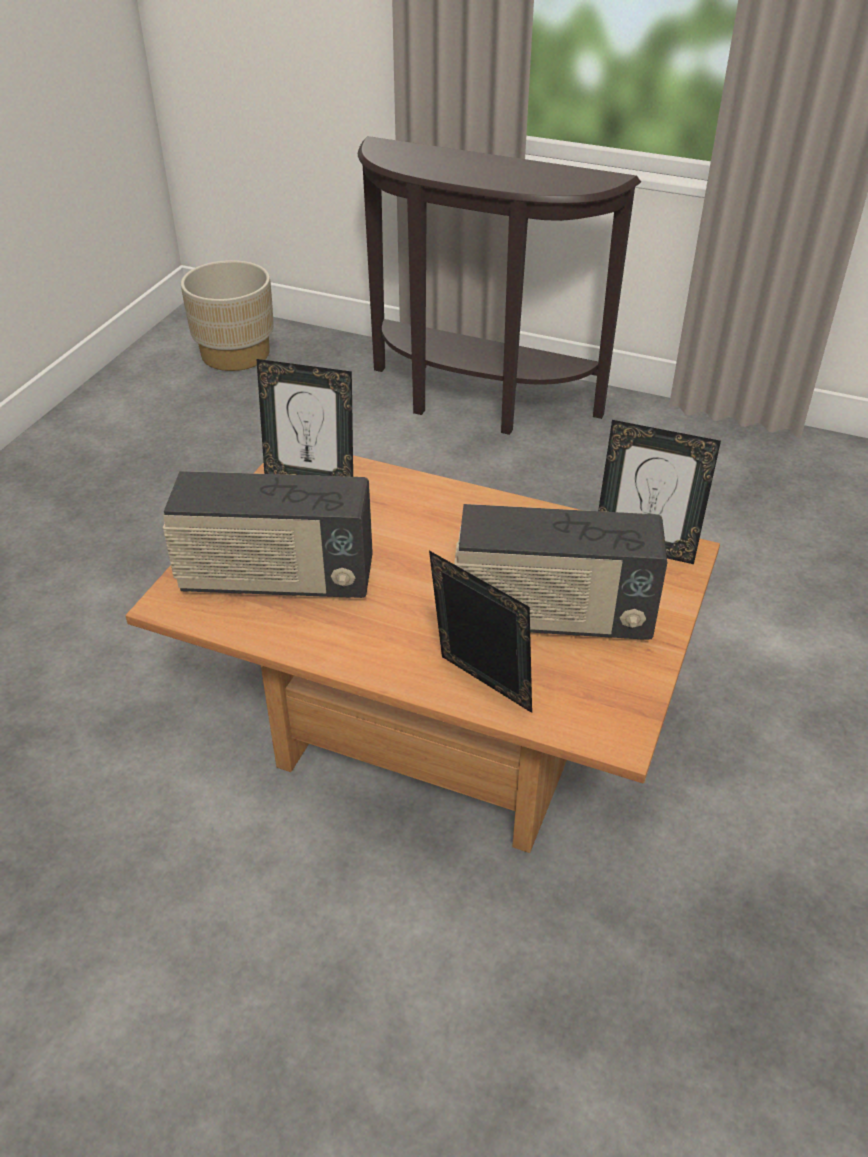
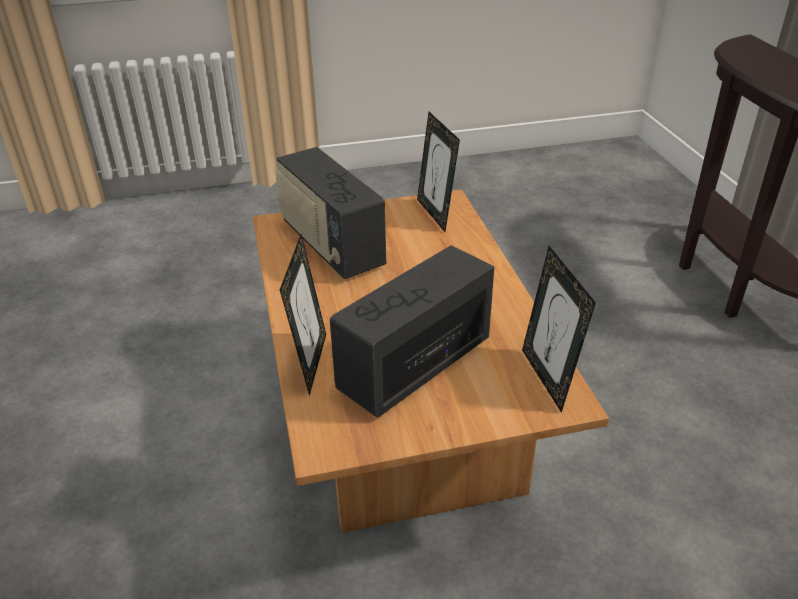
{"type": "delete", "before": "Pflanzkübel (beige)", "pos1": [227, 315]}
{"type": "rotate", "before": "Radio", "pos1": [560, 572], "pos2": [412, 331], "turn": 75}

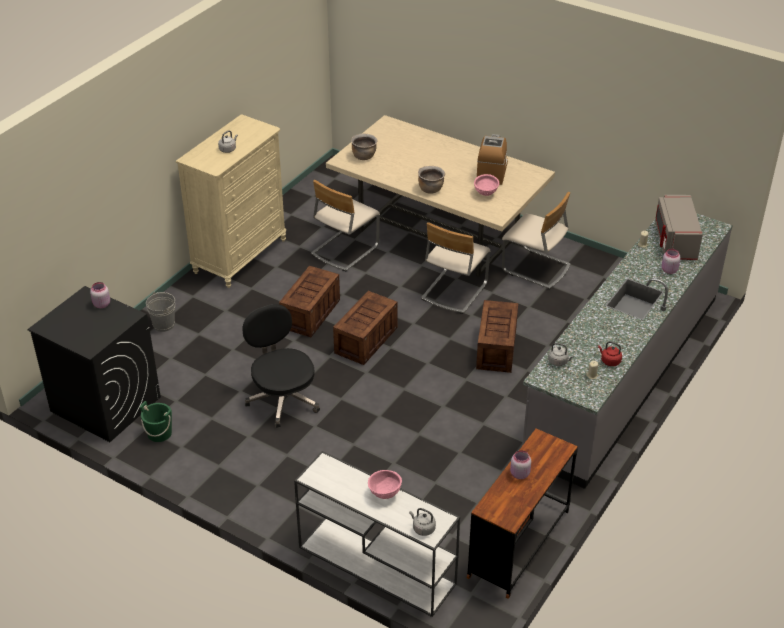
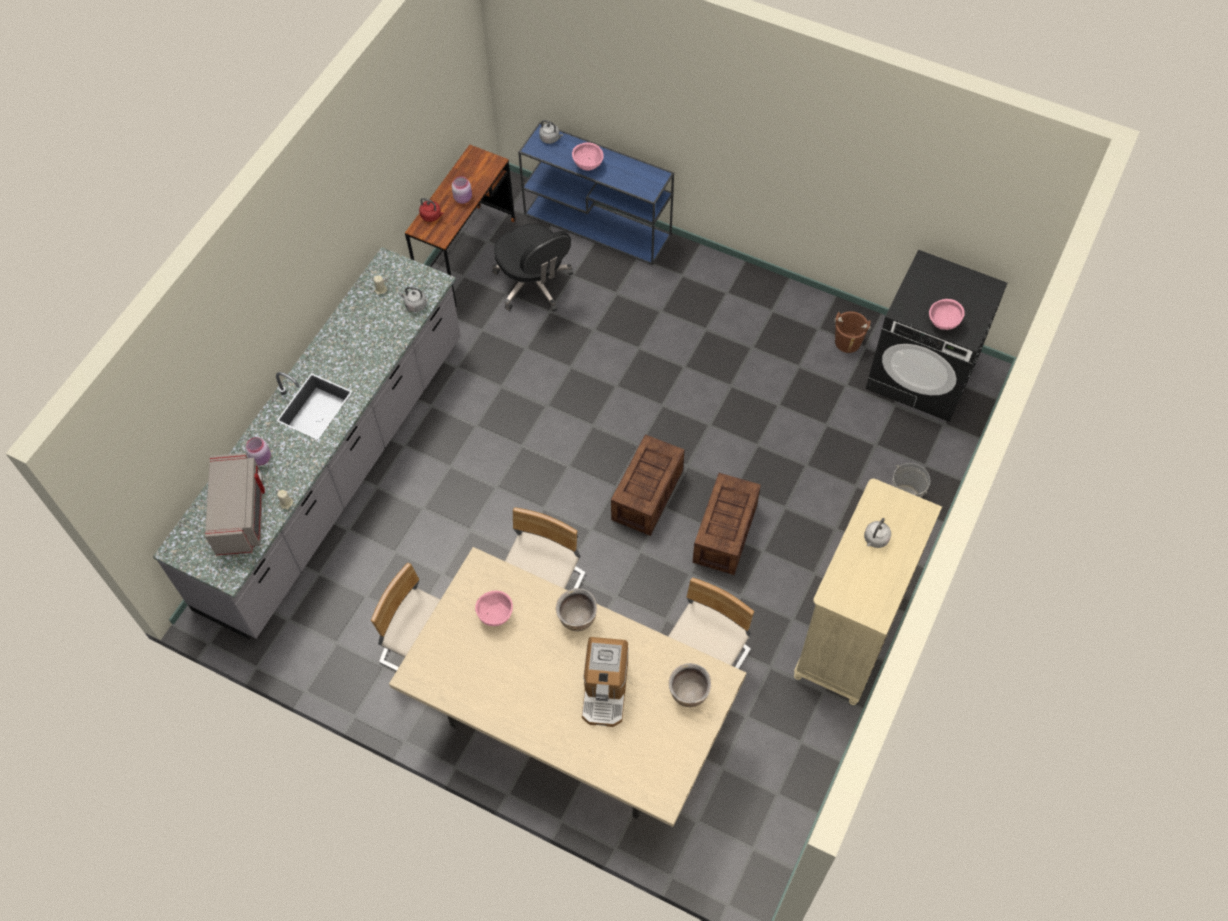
{"type": "replace", "before": "Vorratsglas (rosa)", "after": "Schüssel (rosa)", "pos1": [100, 295], "pos2": [947, 314]}
{"type": "recolor", "before": "Eimer (grün)", "after": "Eimer (braun)", "pos1": [156, 421], "pos2": [852, 332]}
{"type": "move", "before": "Bürostuhl (schwarz)", "pos1": [281, 366], "pos2": [532, 268]}
{"type": "recolor", "before": "Konsolentisch (weiß)", "after": "Konsolentisch (blau)", "pos1": [377, 534], "pos2": [596, 194]}
{"type": "delete", "before": "Kiste", "pos1": [497, 336]}
{"type": "move", "before": "Kaffeemaschine", "pos1": [492, 159], "pos2": [605, 682]}
{"type": "move", "before": "Wasserkessel (rot)", "pos1": [610, 353], "pos2": [431, 210]}

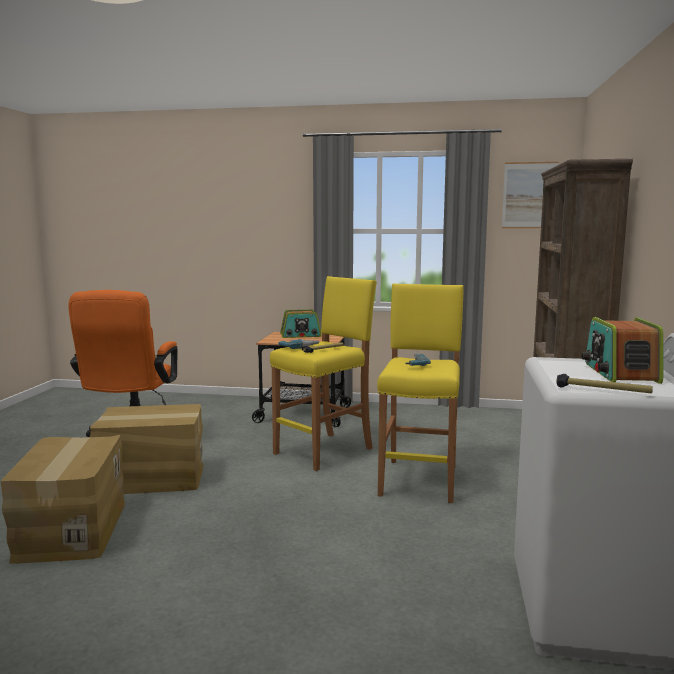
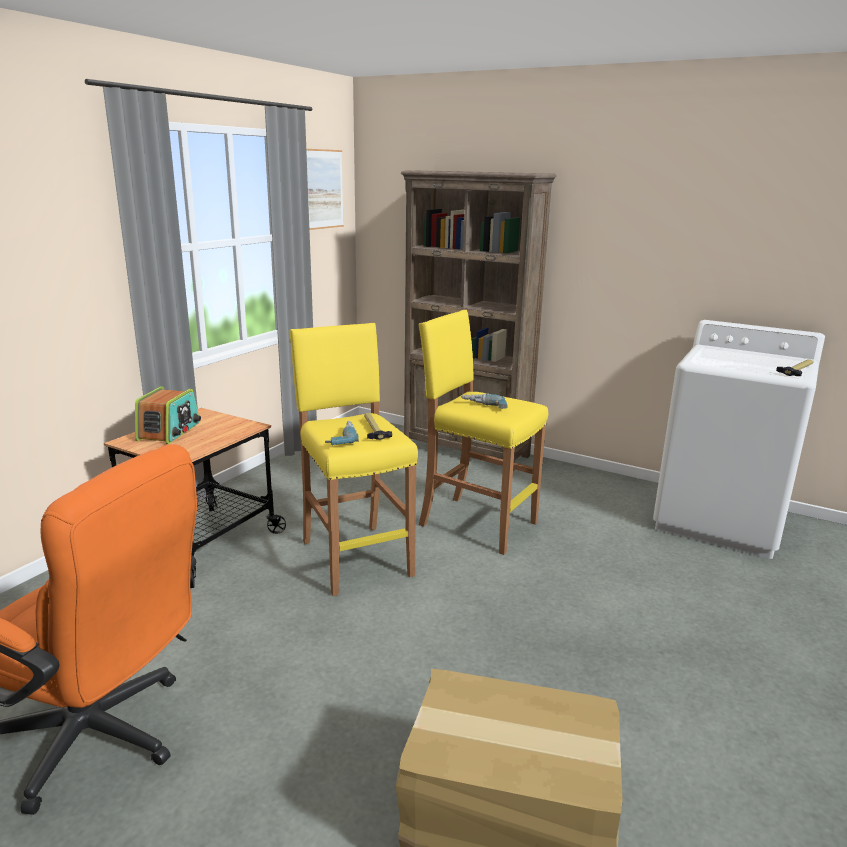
{"type": "delete", "before": "Karton", "pos1": [147, 449]}
{"type": "delete", "before": "Radio", "pos1": [622, 350]}

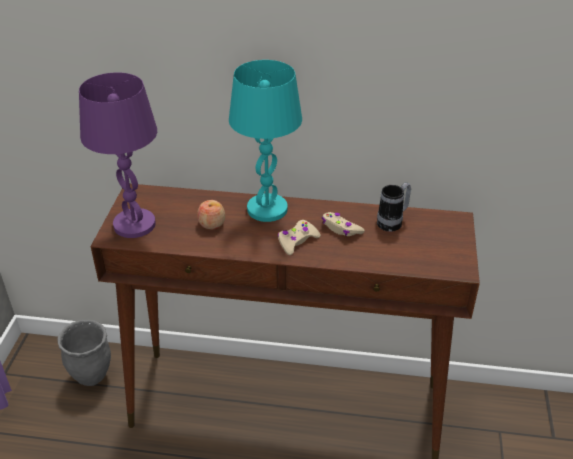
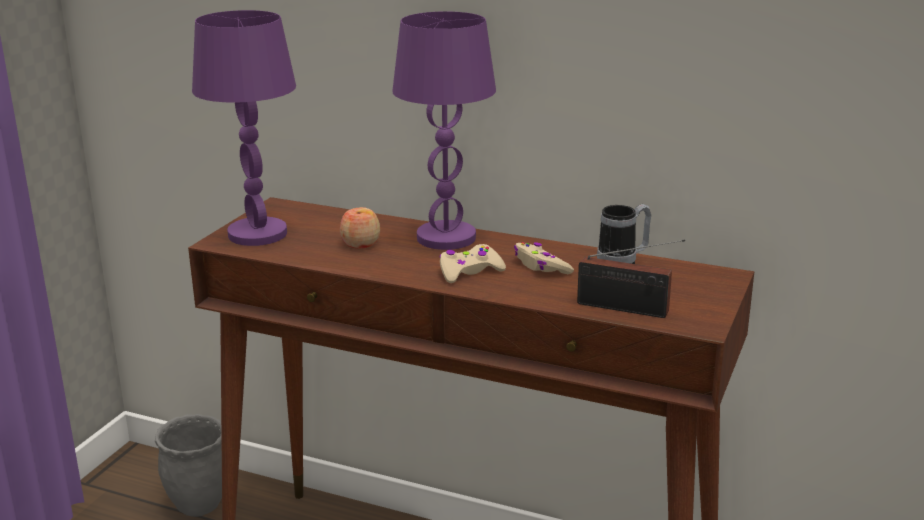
{"type": "recolor", "before": "Tischlampe (türkis)", "after": "Tischlampe (lila)", "pos1": [265, 141], "pos2": [444, 130]}
{"type": "insert", "after": "Radio", "pos2": [631, 279]}

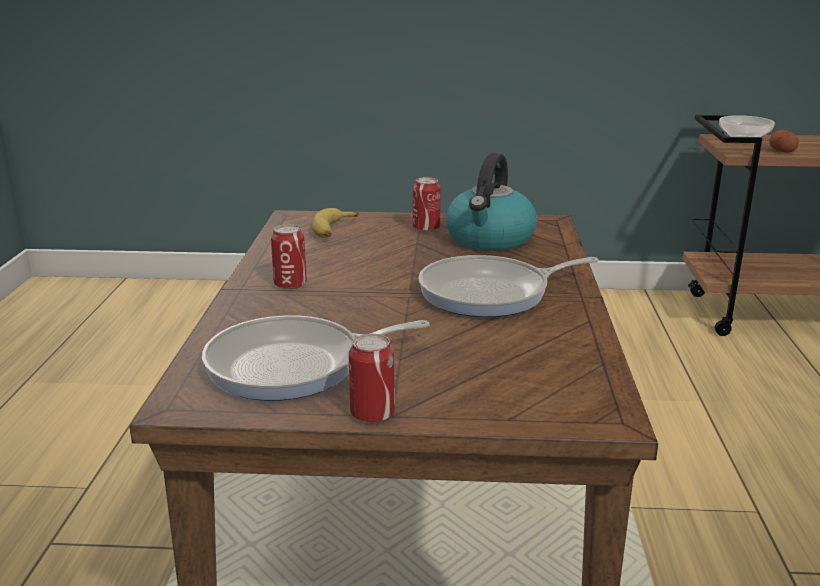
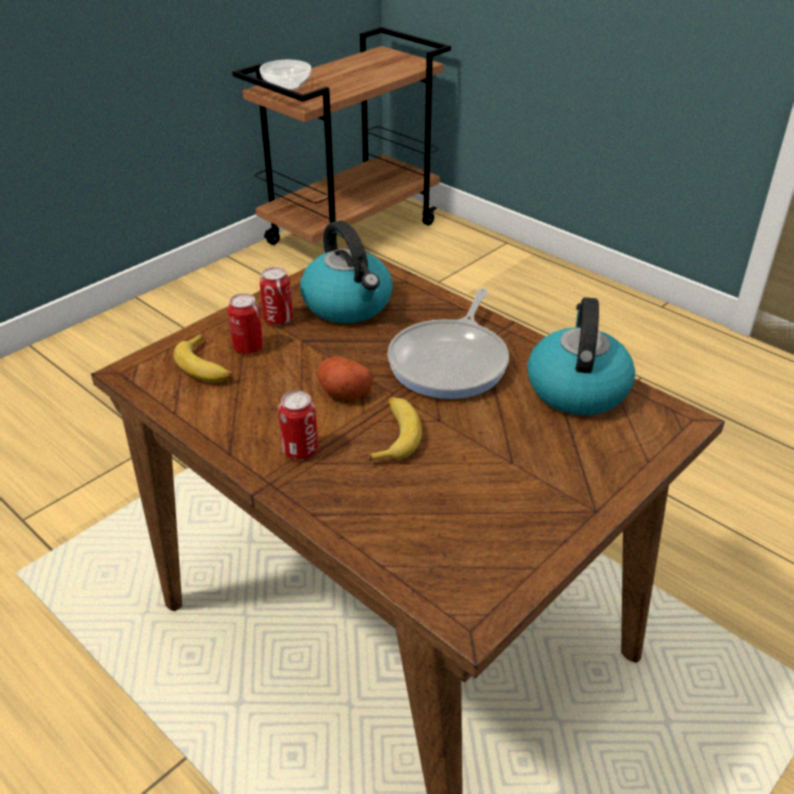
{"type": "delete", "before": "Pfanne", "pos1": [315, 358]}
{"type": "move", "before": "Dose", "pos1": [372, 378], "pos2": [246, 323]}
{"type": "move", "before": "Kartoffel", "pos1": [784, 141], "pos2": [345, 378]}
{"type": "insert", "after": "Banane", "pos2": [395, 429]}
{"type": "insert", "after": "Wasserkessel", "pos2": [581, 356]}

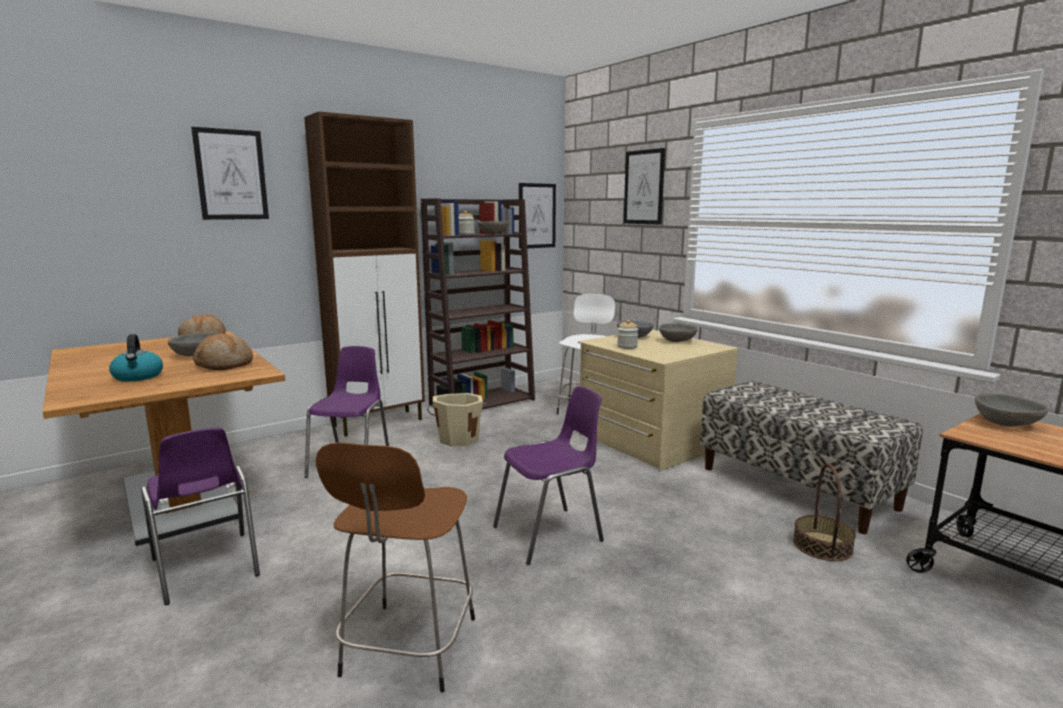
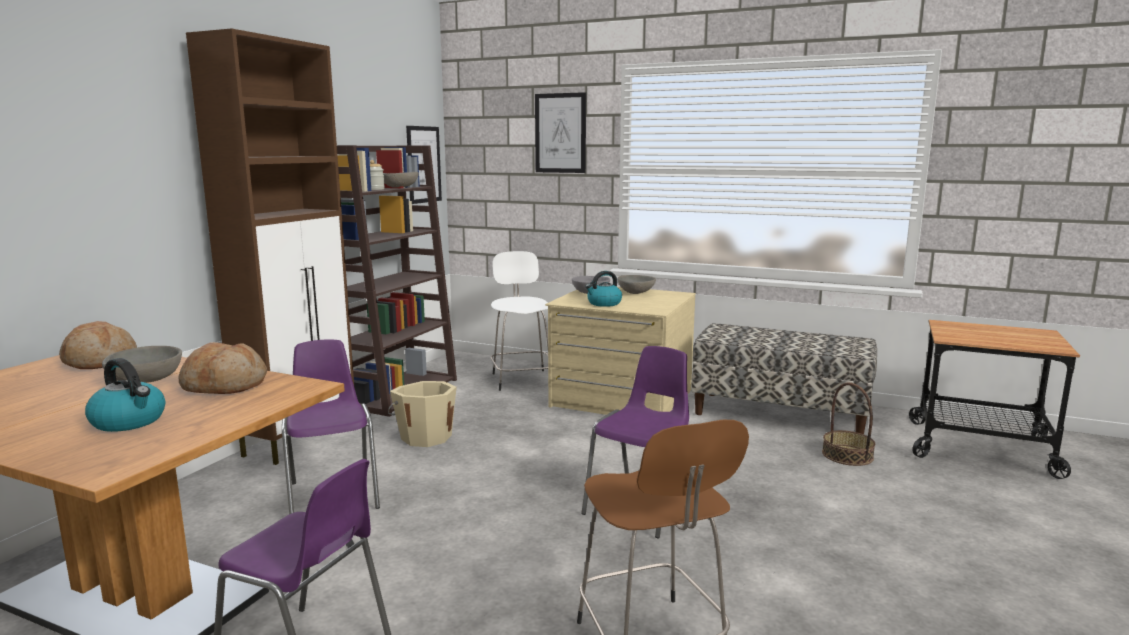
{"type": "delete", "before": "Bild", "pos1": [230, 173]}
{"type": "replace", "before": "Vorratsglas", "after": "Wasserkessel", "pos1": [627, 334], "pos2": [603, 289]}
{"type": "delete", "before": "Schüssel (grau)", "pos1": [1012, 410]}

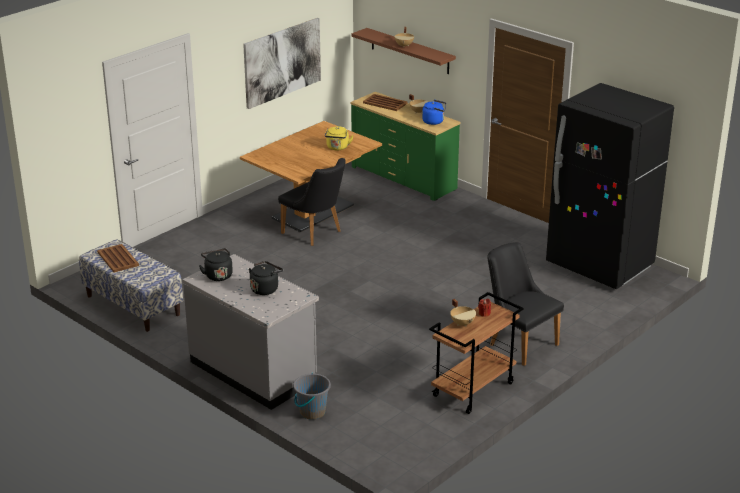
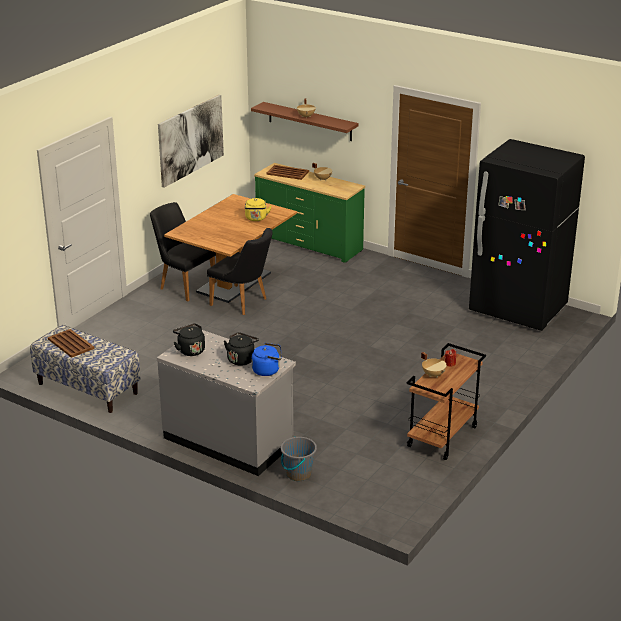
{"type": "move", "before": "Wasserkessel (blau)", "pos1": [434, 112], "pos2": [267, 359]}
{"type": "move", "before": "Stuhl (schwarz)", "pos1": [525, 304], "pos2": [183, 251]}

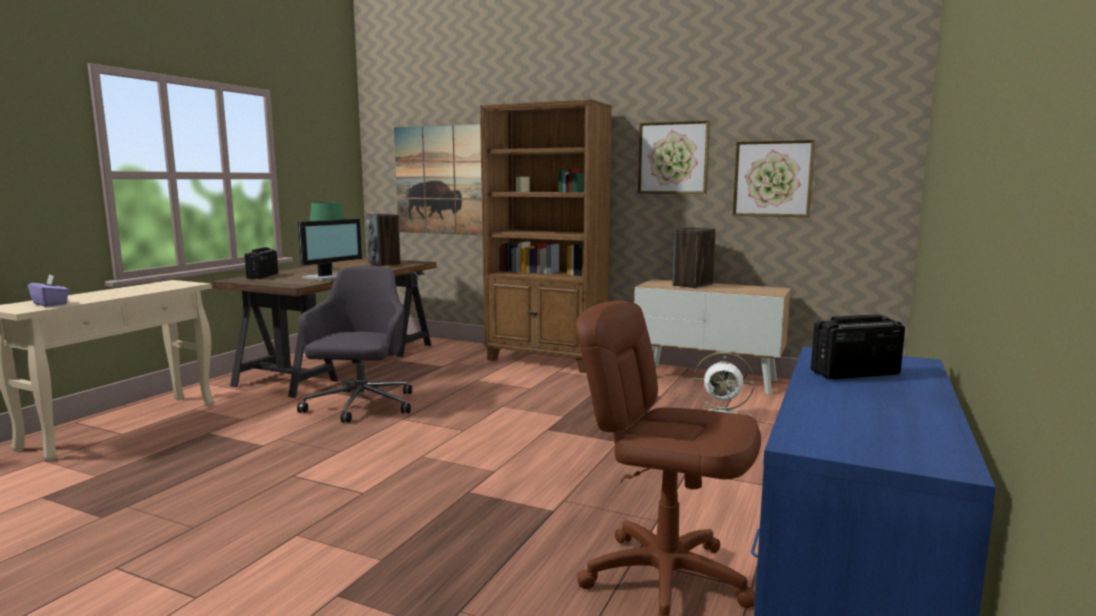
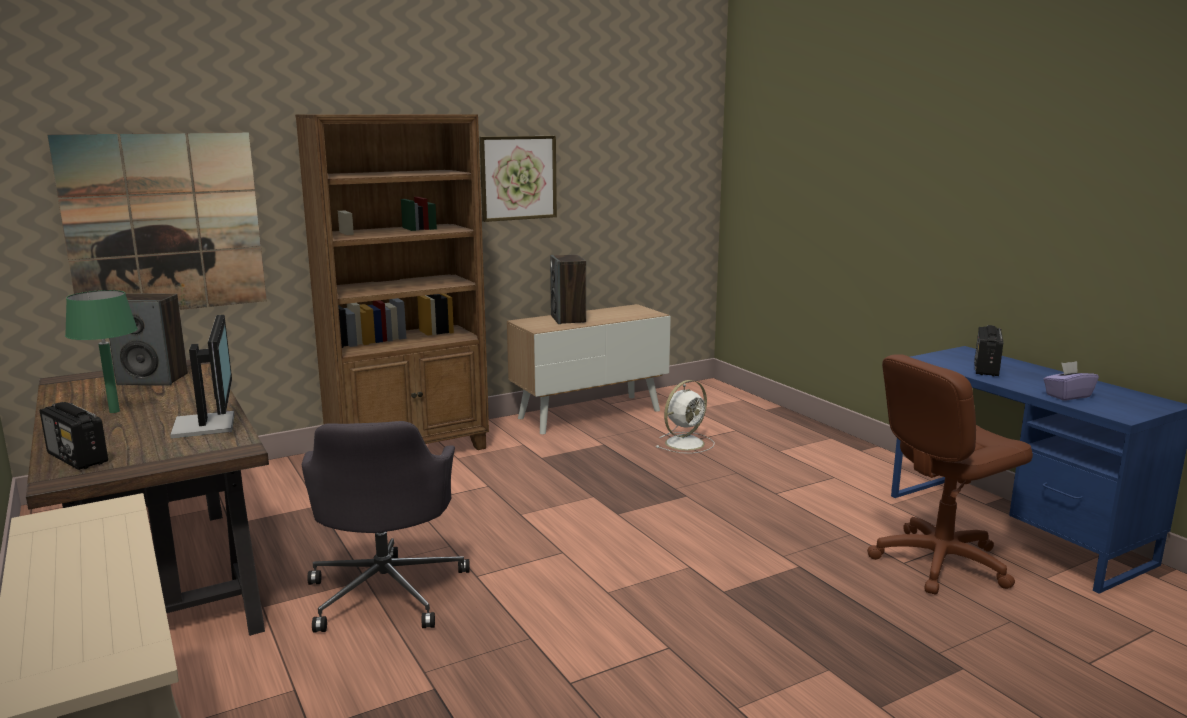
{"type": "move", "before": "Taschentuchbox (lila)", "pos1": [48, 291], "pos2": [1071, 381]}
{"type": "rotate", "before": "Bürostuhl (grau)", "pos1": [354, 344], "pos2": [386, 527], "turn": -135}
{"type": "delete", "before": "Bild", "pos1": [774, 178]}

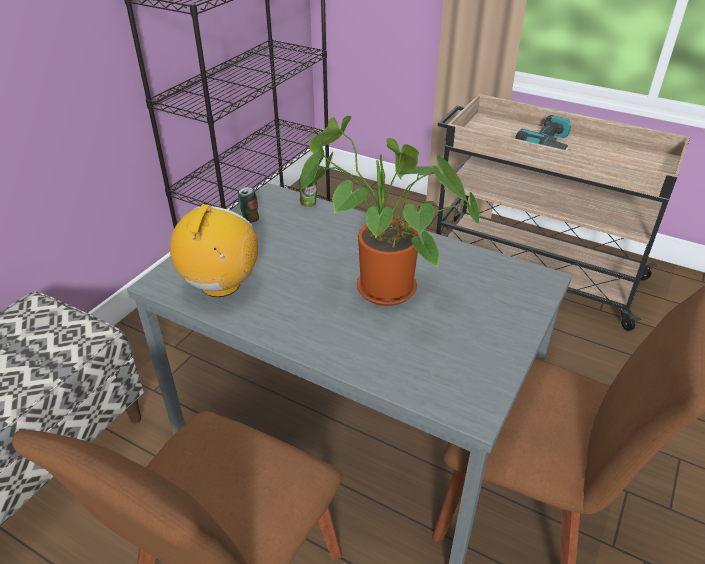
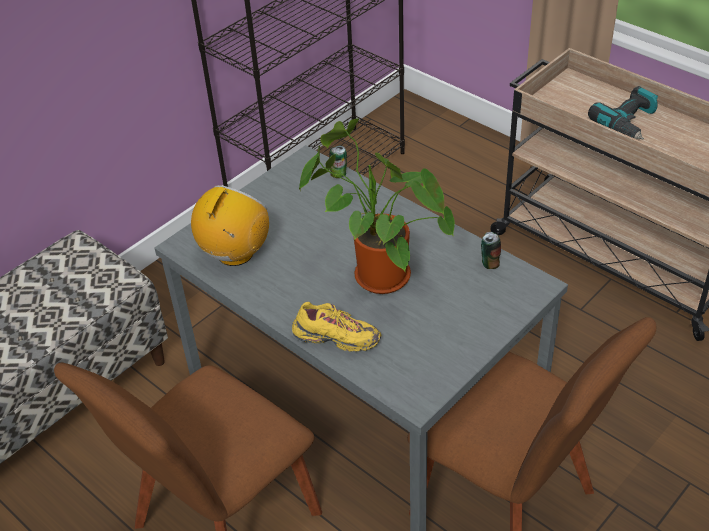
{"type": "move", "before": "Dose", "pos1": [248, 205], "pos2": [491, 250]}
{"type": "insert", "after": "Schuh (gelb)", "pos2": [336, 327]}

